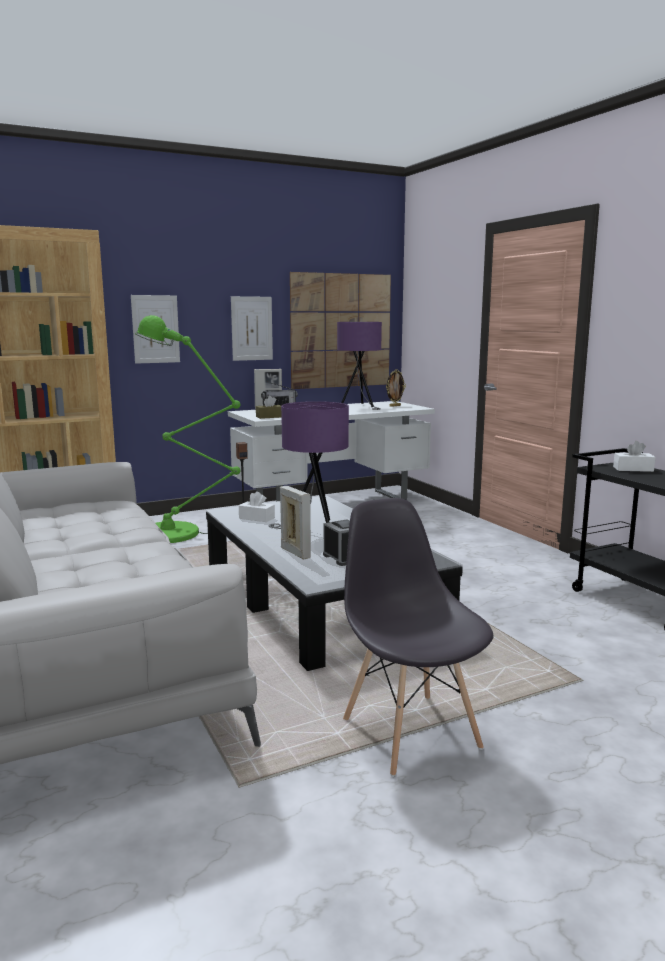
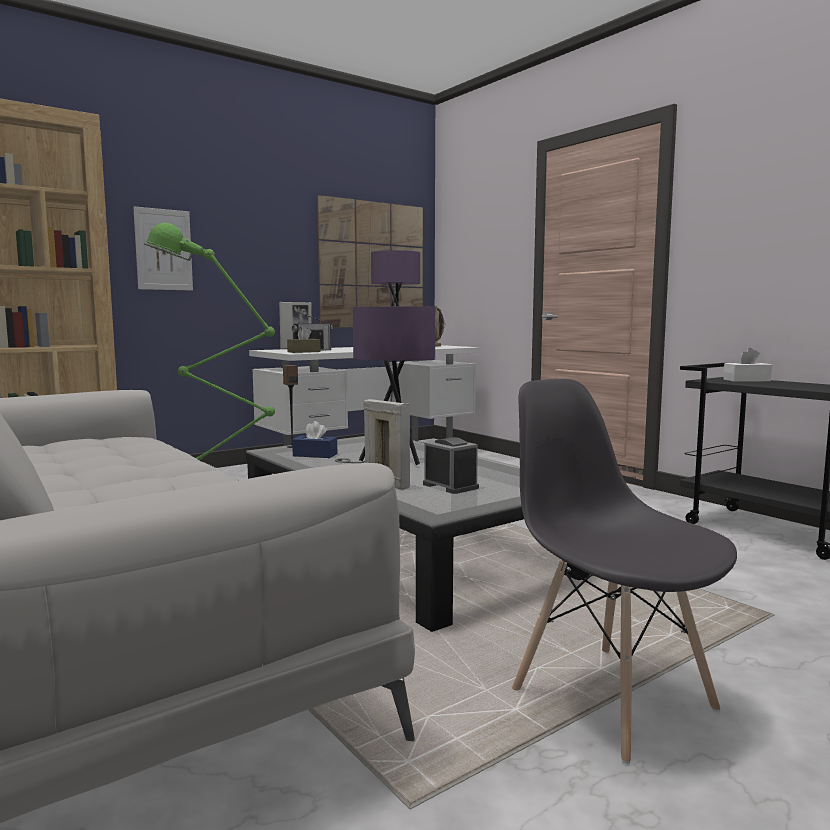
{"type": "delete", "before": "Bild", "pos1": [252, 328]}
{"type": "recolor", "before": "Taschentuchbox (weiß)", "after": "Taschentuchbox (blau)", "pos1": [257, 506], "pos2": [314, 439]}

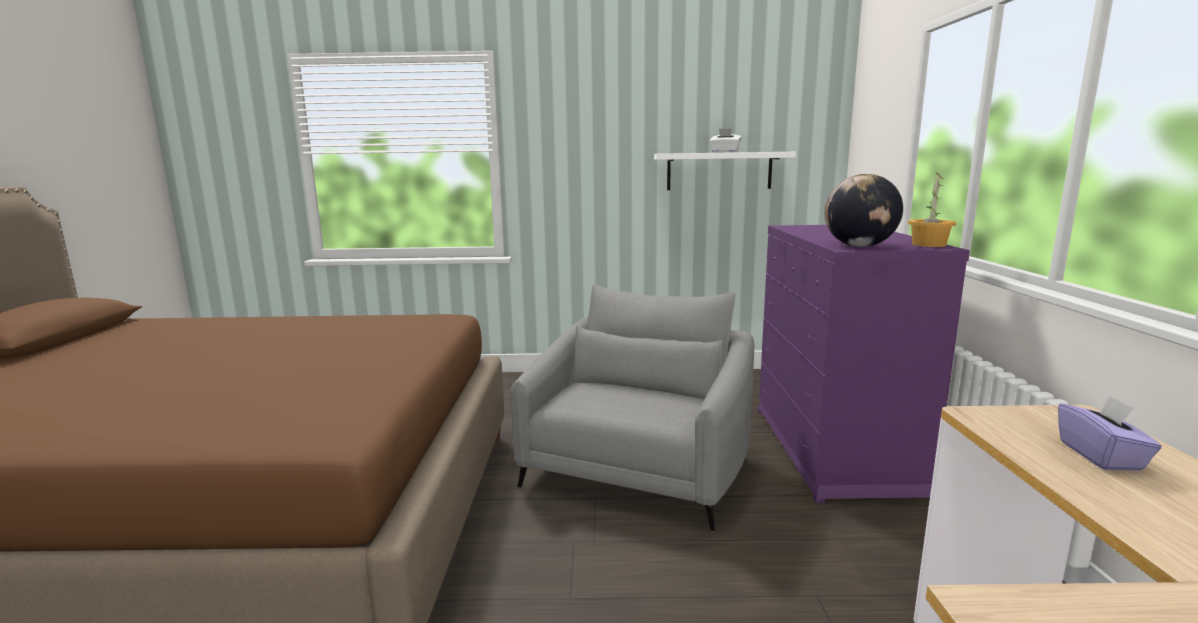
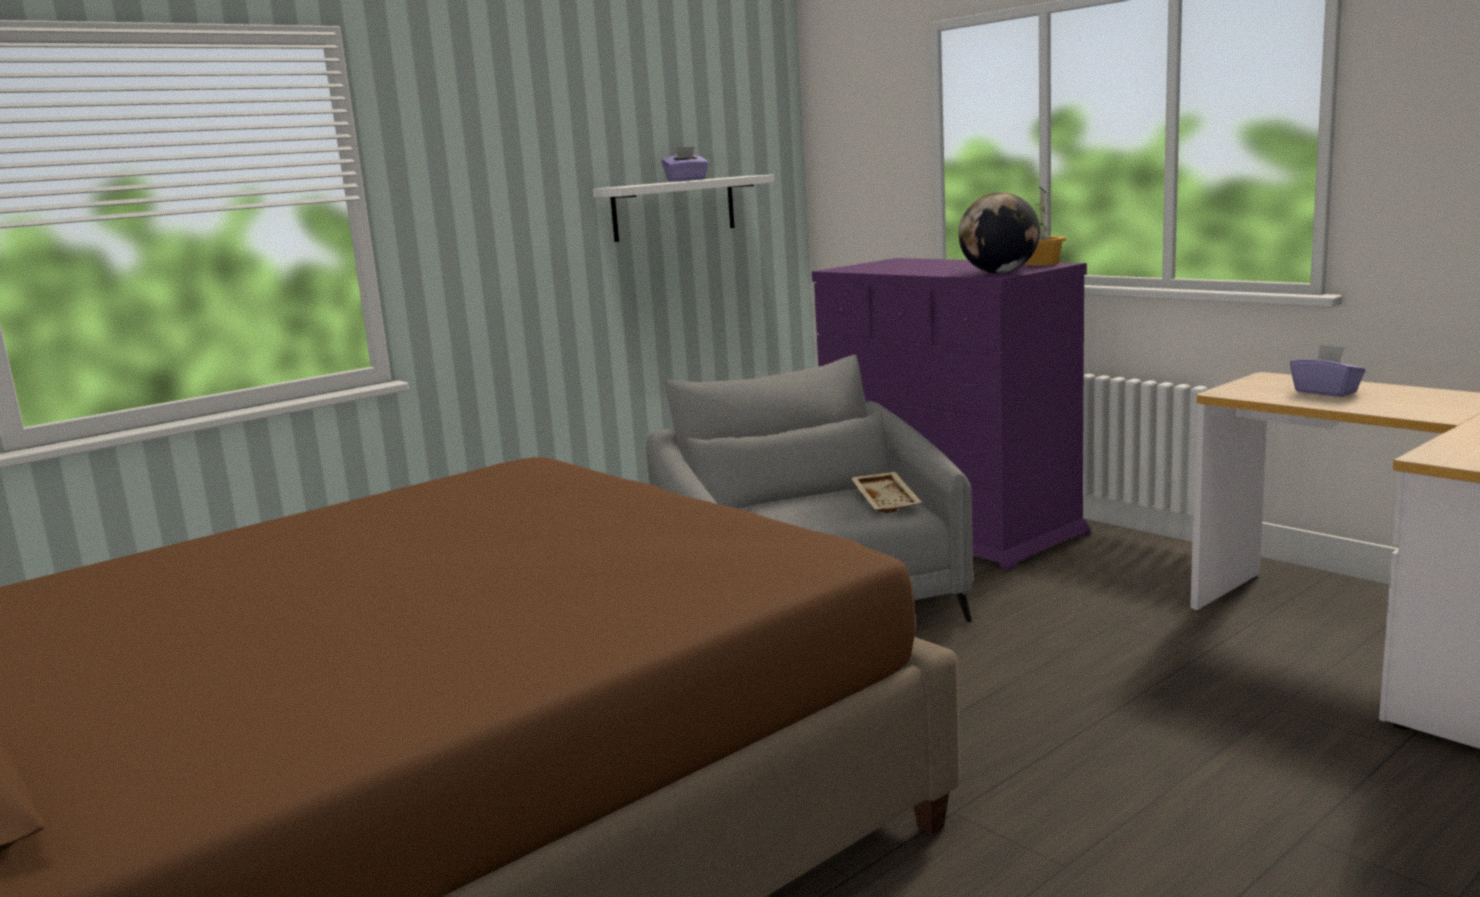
{"type": "recolor", "before": "Taschentuchbox (weiß)", "after": "Taschentuchbox (lila)", "pos1": [726, 140], "pos2": [685, 164]}
{"type": "insert", "after": "Tablett (beige)", "pos2": [886, 492]}

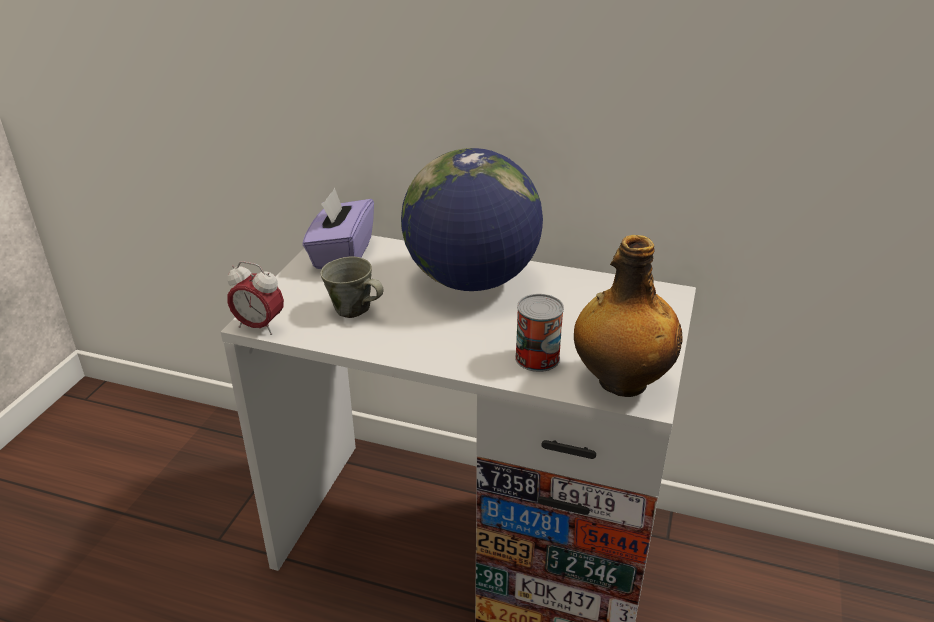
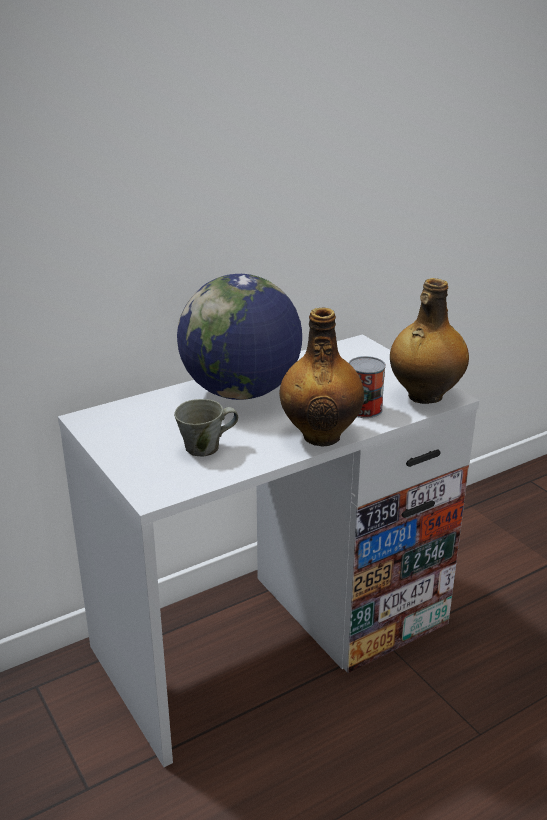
{"type": "delete", "before": "Wecker", "pos1": [255, 298]}
{"type": "delete", "before": "Taschentuchbox (lila)", "pos1": [338, 228]}
{"type": "insert", "after": "Flasche", "pos2": [321, 377]}

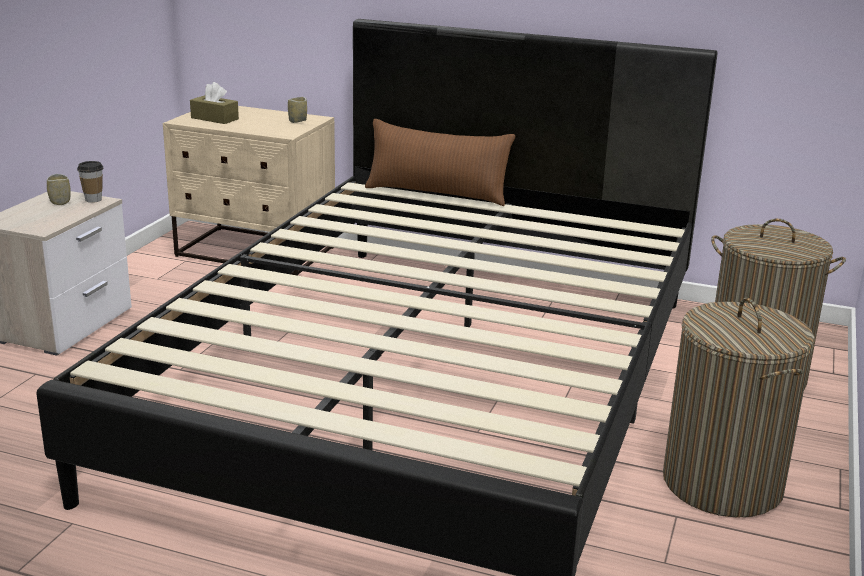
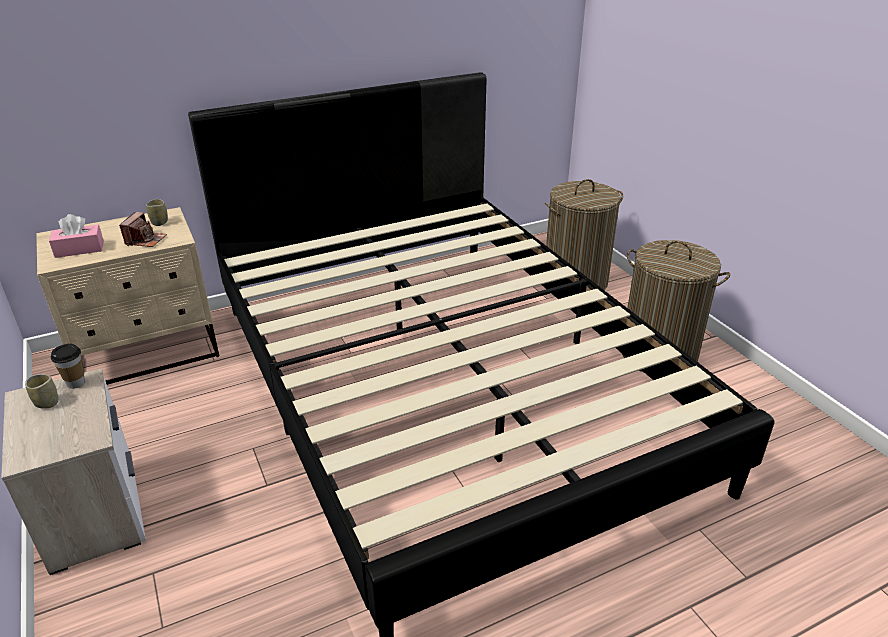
{"type": "recolor", "before": "Taschentuchbox (braun)", "after": "Taschentuchbox (rosa)", "pos1": [214, 103], "pos2": [76, 236]}
{"type": "delete", "before": "Kissen (braun)", "pos1": [440, 162]}
{"type": "insert", "after": "Kamera", "pos2": [143, 229]}

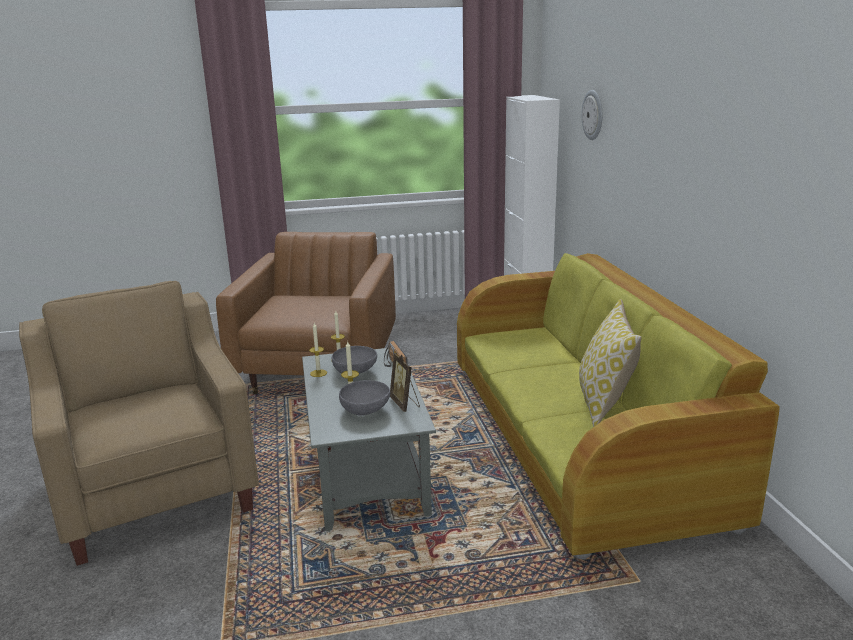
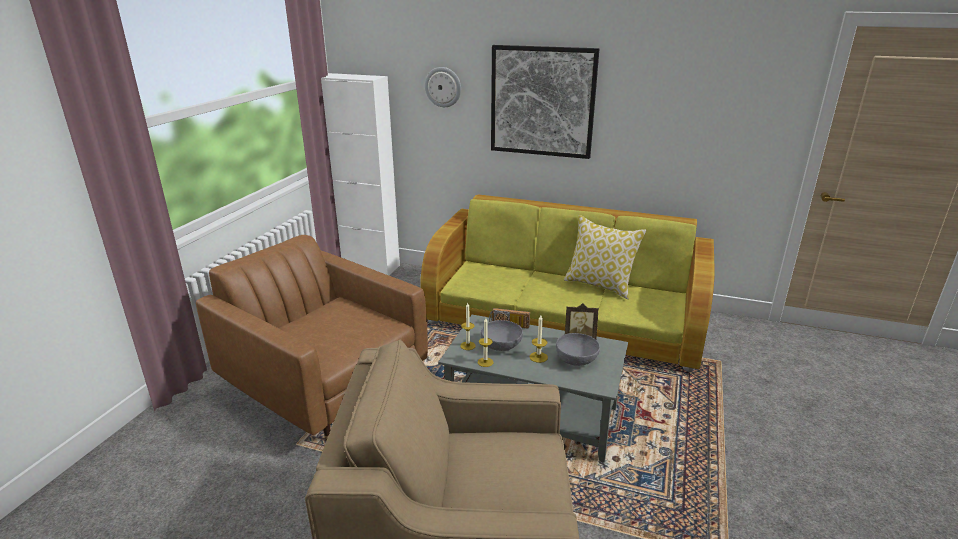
{"type": "insert", "after": "Bild", "pos2": [545, 102]}

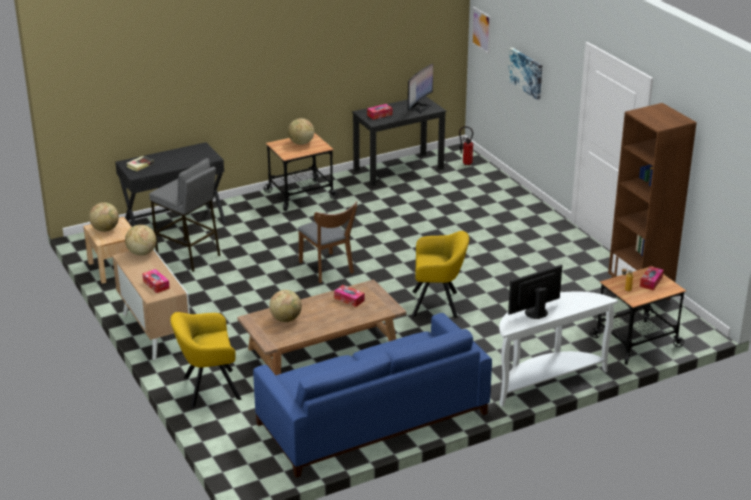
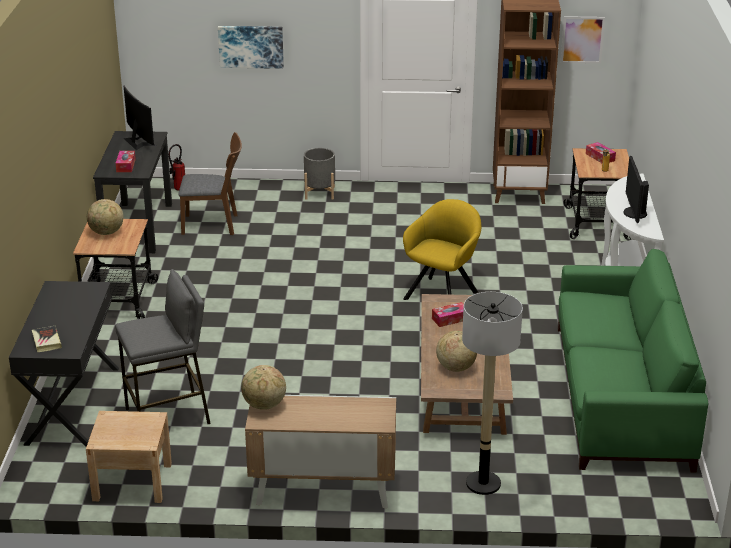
{"type": "delete", "before": "Globus", "pos1": [104, 217]}
{"type": "delete", "before": "Taschentuchbox", "pos1": [156, 281]}
{"type": "replace", "before": "Sessel (gelb)", "after": "Stehlampe", "pos1": [205, 360], "pos2": [492, 393]}
{"type": "recolor", "before": "Sofa (blau)", "after": "Sofa (grün)", "pos1": [372, 395], "pos2": [633, 361]}
{"type": "move", "before": "Stuhl (braun)", "pos1": [327, 242], "pos2": [210, 183]}
{"type": "move", "before": "Bild", "pos1": [481, 30], "pos2": [583, 40]}
{"type": "insert", "after": "Pflanzkübel (grau)", "pos2": [319, 174]}

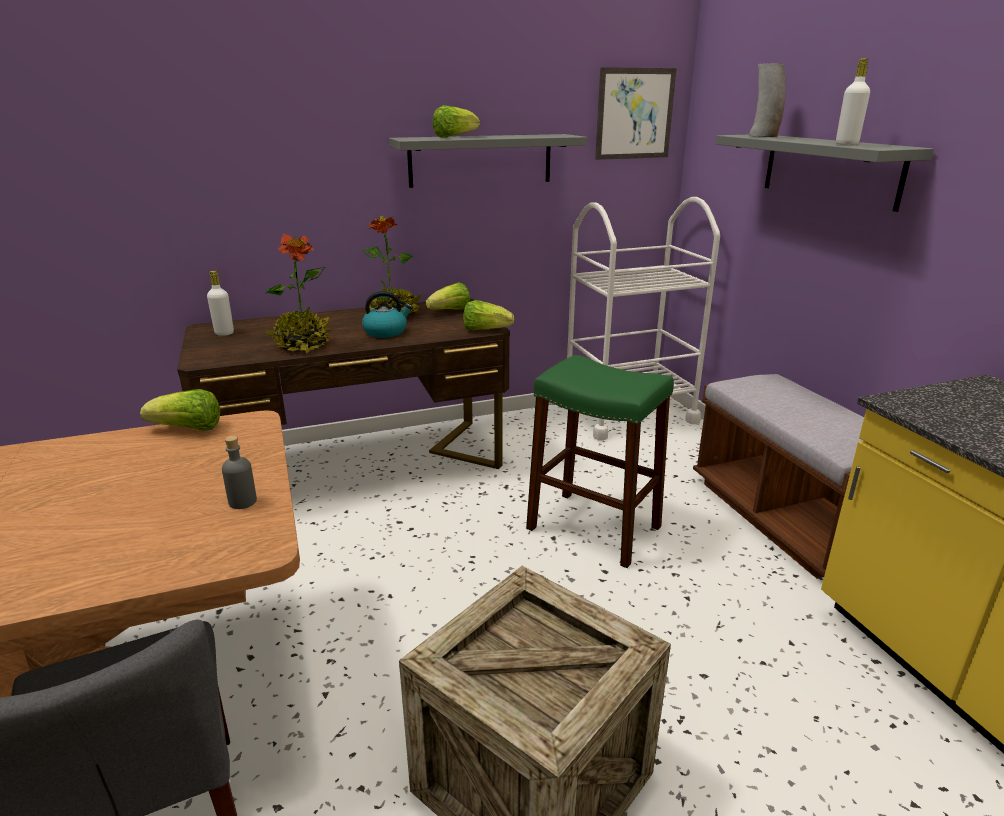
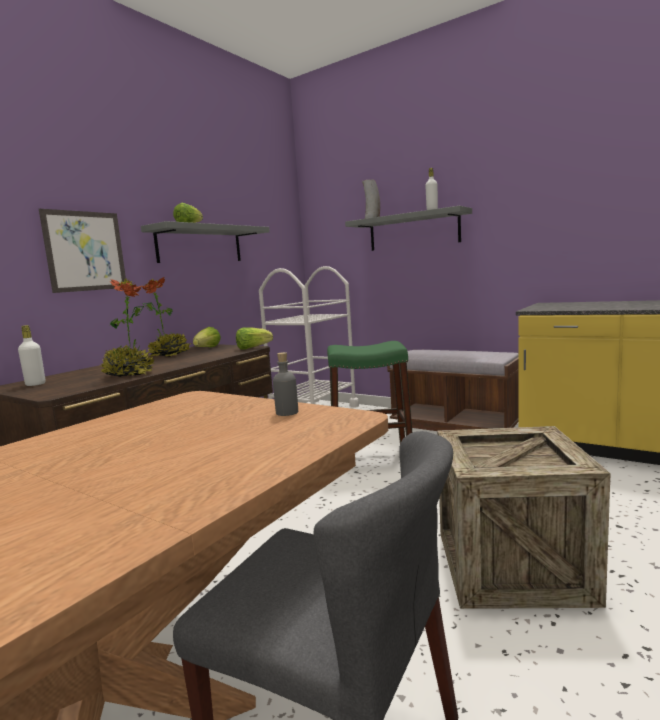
{"type": "delete", "before": "Salatkopf", "pos1": [180, 410]}
{"type": "delete", "before": "Wasserkessel", "pos1": [387, 314]}
{"type": "move", "before": "Bild", "pos1": [636, 113], "pos2": [82, 251]}

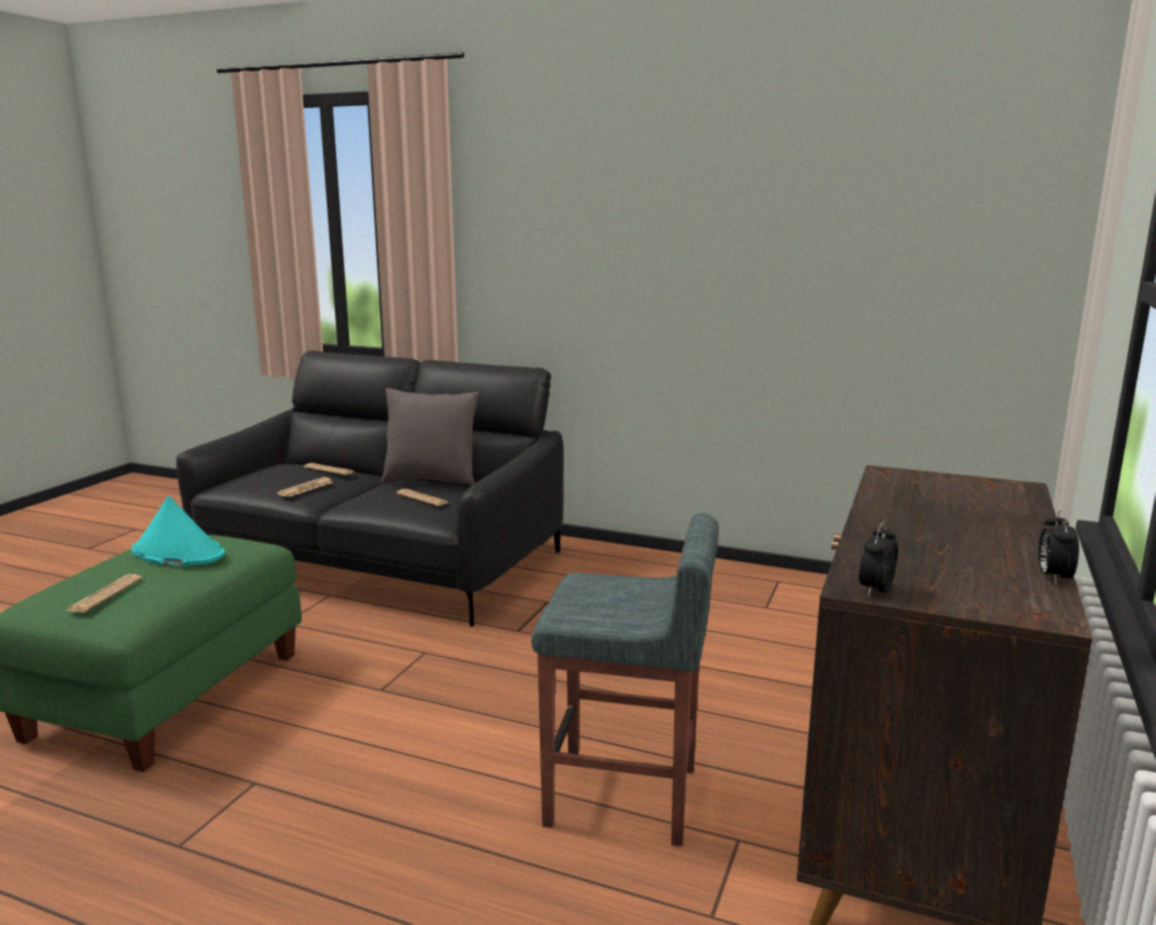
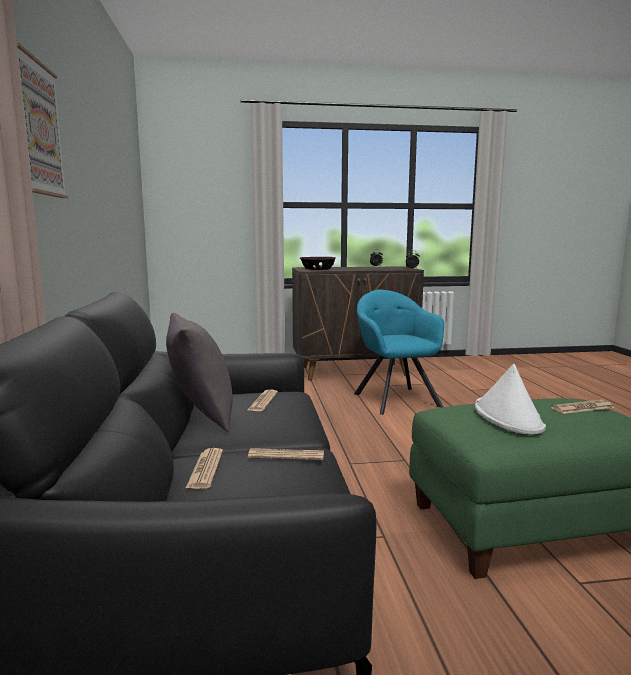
{"type": "recolor", "before": "Hut (türkis)", "after": "Hut (weiß)", "pos1": [178, 531], "pos2": [510, 399]}
{"type": "replace", "before": "Hocker (grau)", "after": "Sessel (türkis)", "pos1": [625, 680], "pos2": [399, 352]}
{"type": "insert", "after": "Bild", "pos2": [42, 120]}
{"type": "insert", "after": "Schüssel", "pos2": [318, 263]}

